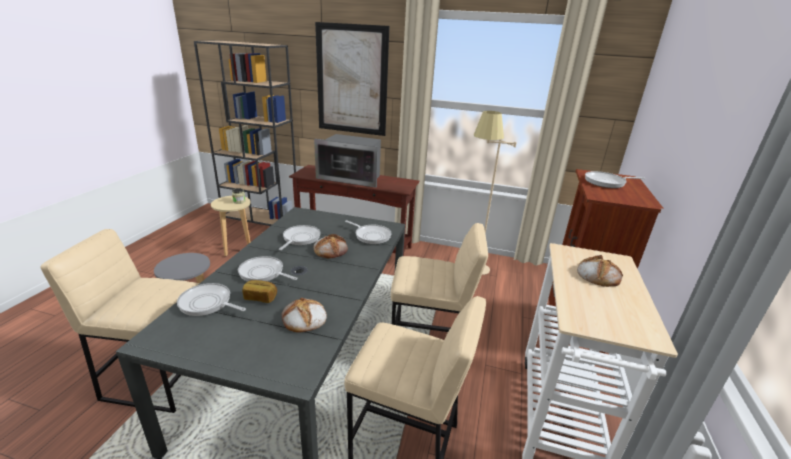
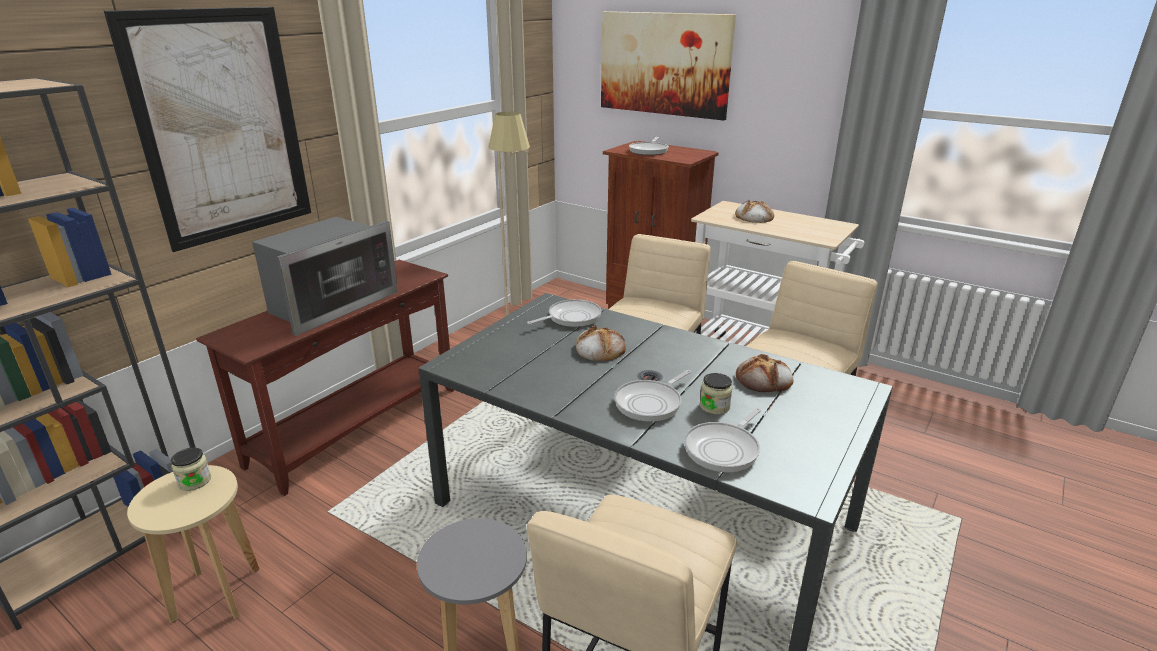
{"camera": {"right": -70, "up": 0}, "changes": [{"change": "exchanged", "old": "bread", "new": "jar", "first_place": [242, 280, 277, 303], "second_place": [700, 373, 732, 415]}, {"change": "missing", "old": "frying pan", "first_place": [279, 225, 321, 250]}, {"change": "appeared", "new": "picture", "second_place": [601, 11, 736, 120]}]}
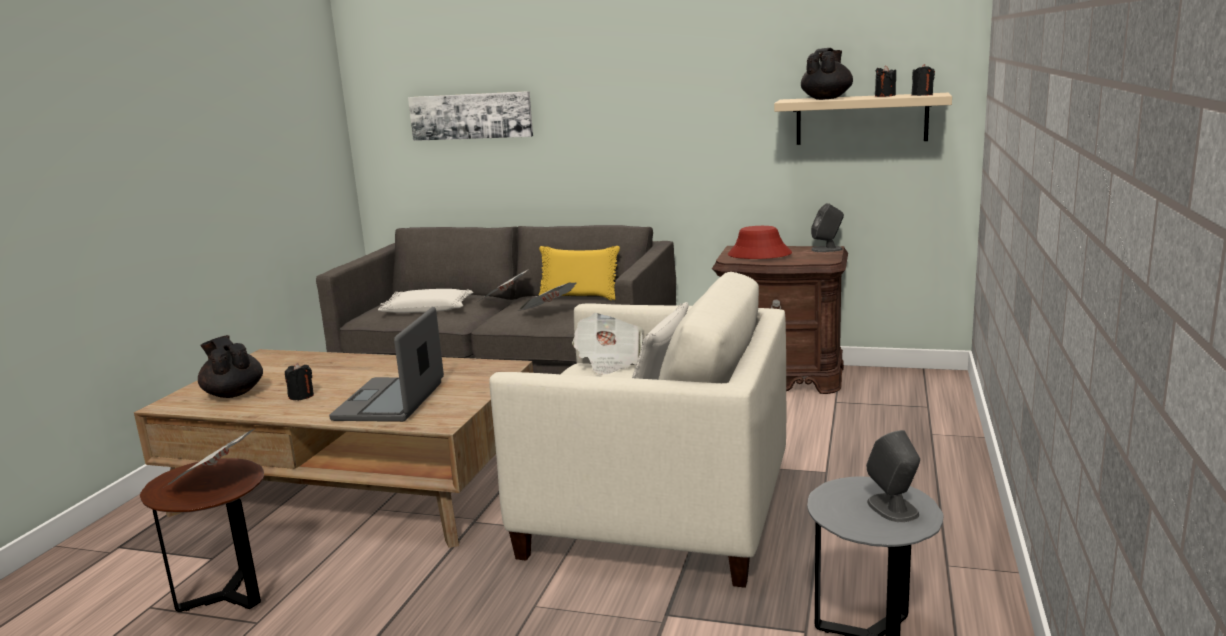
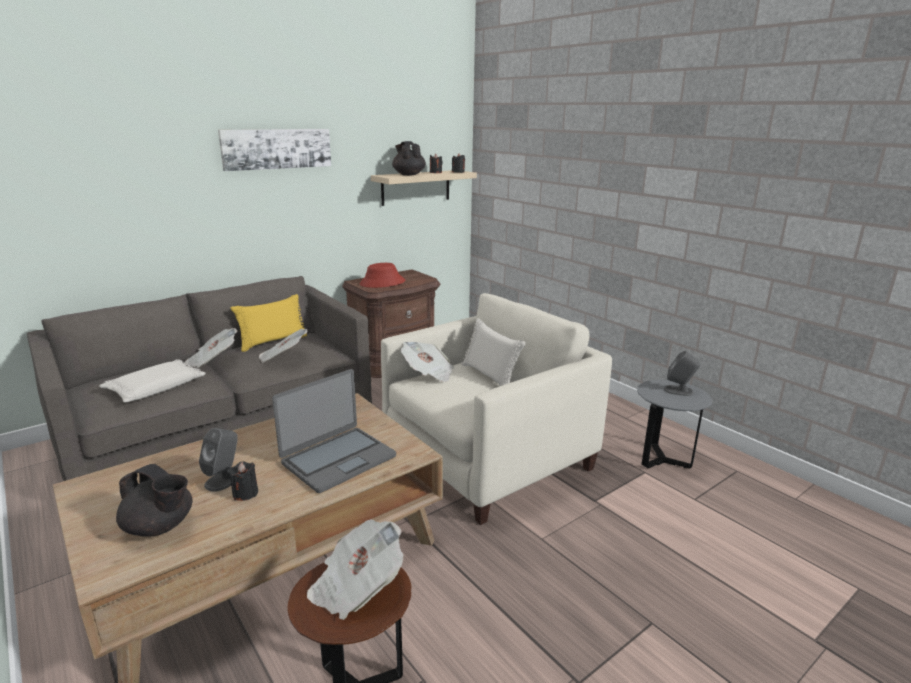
{"camera": {"right": -55, "up": 5}, "changes": [{"change": "spun", "old": "black teapot", "first_place": [198, 335, 263, 398], "second_place": [116, 464, 193, 537], "degrees": -150}, {"change": "spun", "old": "laptop", "first_place": [329, 307, 444, 422], "second_place": [272, 369, 396, 493], "degrees": -90}, {"change": "relocated", "old": "picture", "first_place": [408, 91, 533, 141], "second_place": [218, 129, 331, 171]}, {"change": "relocated", "old": "grey speaker", "first_place": [811, 203, 844, 252], "second_place": [199, 428, 238, 492]}]}
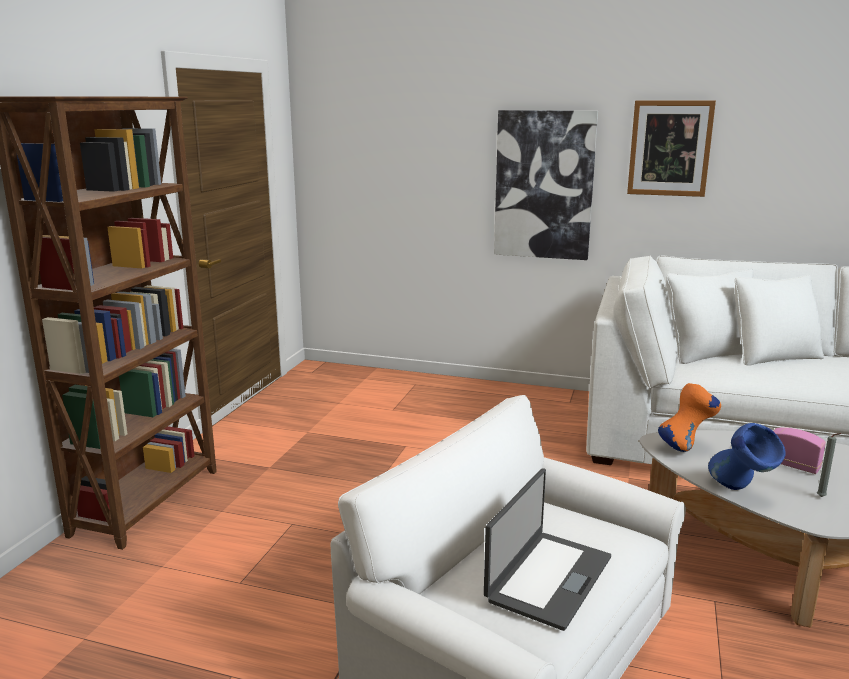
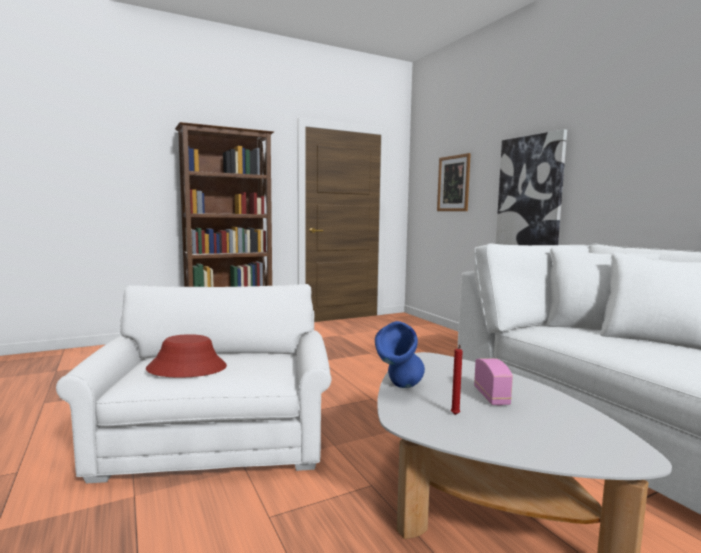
{"camera": {"right": 45, "up": -10}, "changes": [{"change": "exchanged", "old": "laptop", "new": "red hat", "first_place": [484, 468, 611, 631], "second_place": [146, 334, 227, 378]}, {"change": "relocated", "old": "picture", "first_place": [627, 100, 716, 197], "second_place": [437, 153, 471, 211]}, {"change": "missing", "old": "orange vase", "first_place": [658, 383, 721, 452]}, {"change": "colour", "old": "grey candle", "new": "red candle", "first_place": [817, 433, 842, 497], "second_place": [451, 345, 463, 415]}]}
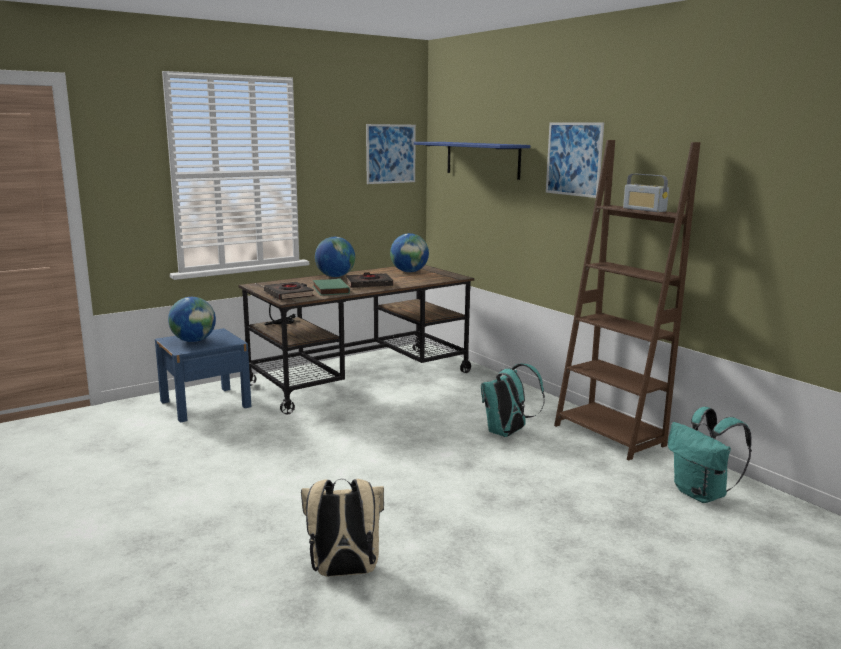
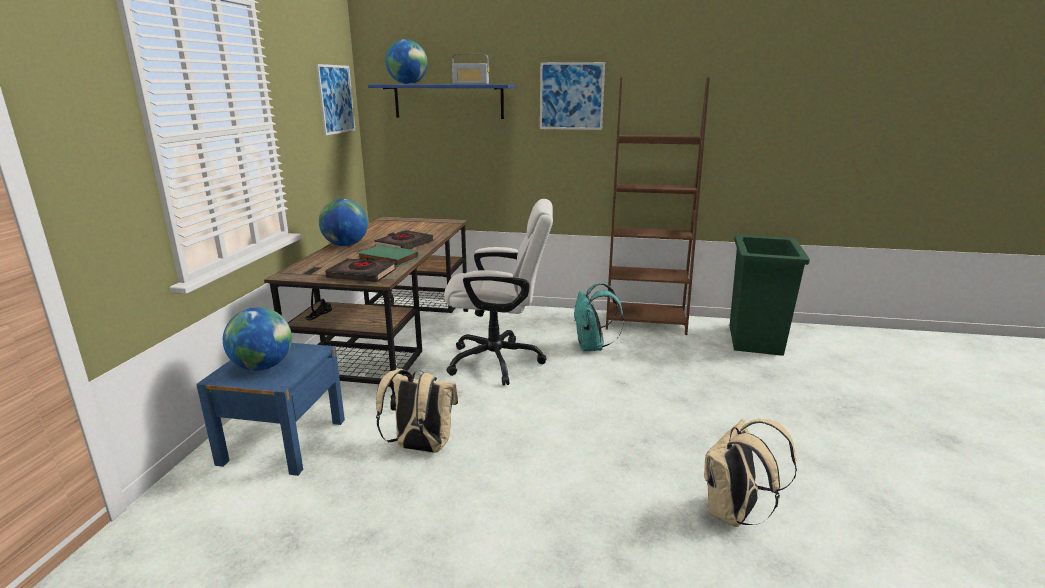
{"camera": {"right": -45, "up": 5}, "changes": [{"change": "relocated", "old": "globe", "first_place": [390, 233, 429, 273], "second_place": [385, 39, 428, 84]}, {"change": "relocated", "old": "radio", "first_place": [623, 174, 669, 212], "second_place": [452, 54, 489, 84]}, {"change": "exchanged", "old": "turquoise backpack", "new": "green trash can", "first_place": [668, 407, 752, 503], "second_place": [730, 235, 810, 356]}, {"change": "appeared", "new": "beige backpack", "second_place": [376, 369, 458, 453]}, {"change": "appeared", "new": "white office chair", "second_place": [444, 199, 553, 386]}]}
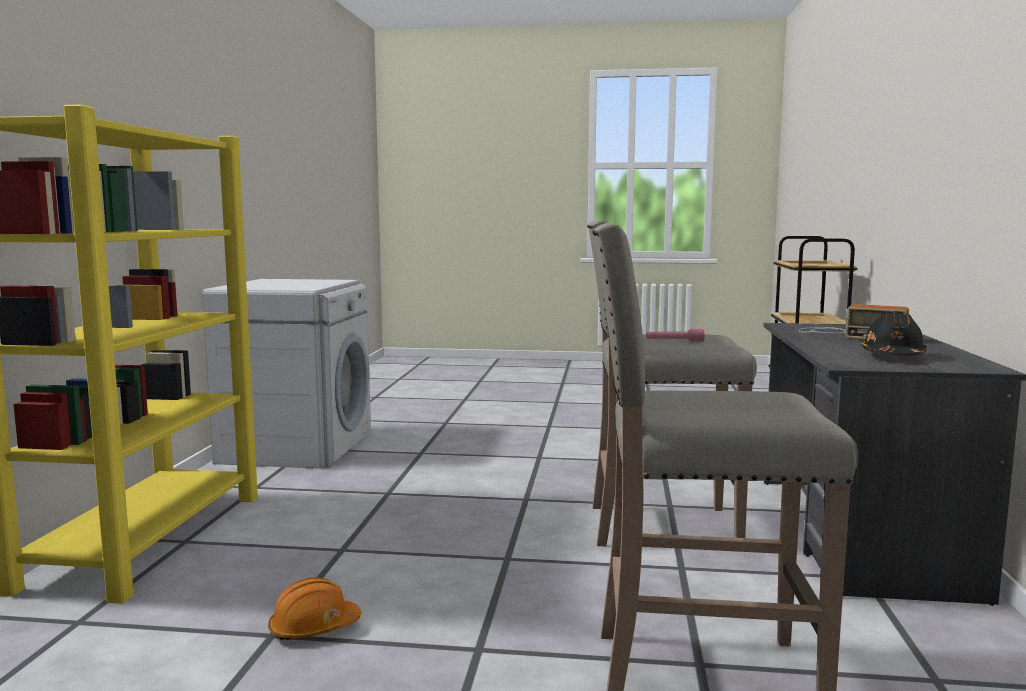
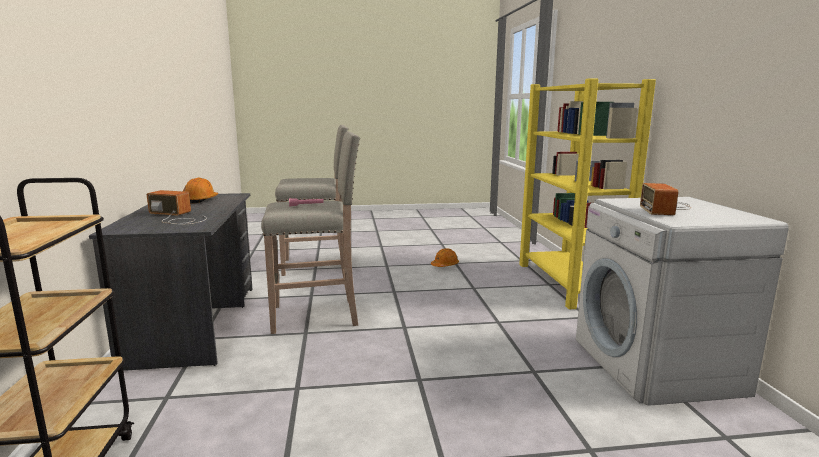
{"camera": {"right": 165, "up": 5}, "changes": [{"change": "colour", "old": "black hard hat", "new": "orange hard hat", "first_place": [861, 311, 927, 355], "second_place": [183, 178, 218, 204]}, {"change": "appeared", "new": "radio", "second_place": [640, 183, 691, 216]}]}
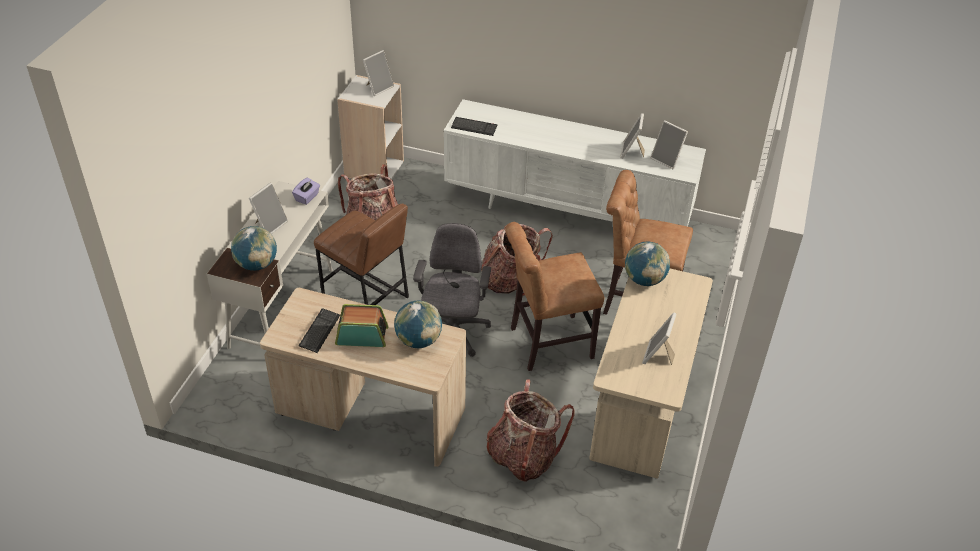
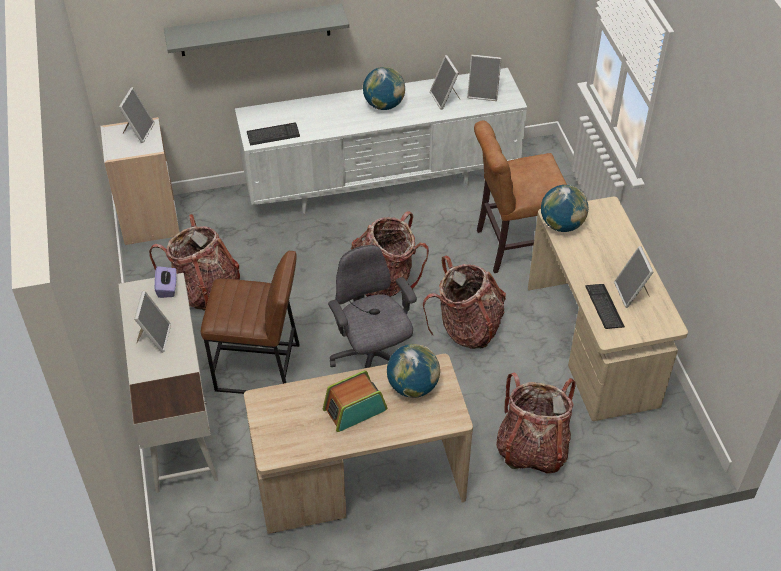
{"camera": {"right": -30, "up": 5}, "changes": [{"change": "relocated", "old": "globe", "first_place": [231, 226, 277, 271], "second_place": [363, 67, 405, 110]}, {"change": "relocated", "old": "keyboard", "first_place": [299, 308, 340, 353], "second_place": [585, 284, 625, 329]}, {"change": "exchanged", "old": "brown chair", "new": "backpack", "first_place": [505, 222, 604, 371], "second_place": [423, 256, 506, 349]}, {"change": "appeared", "new": "grey shelf", "second_place": [164, 3, 349, 56]}]}
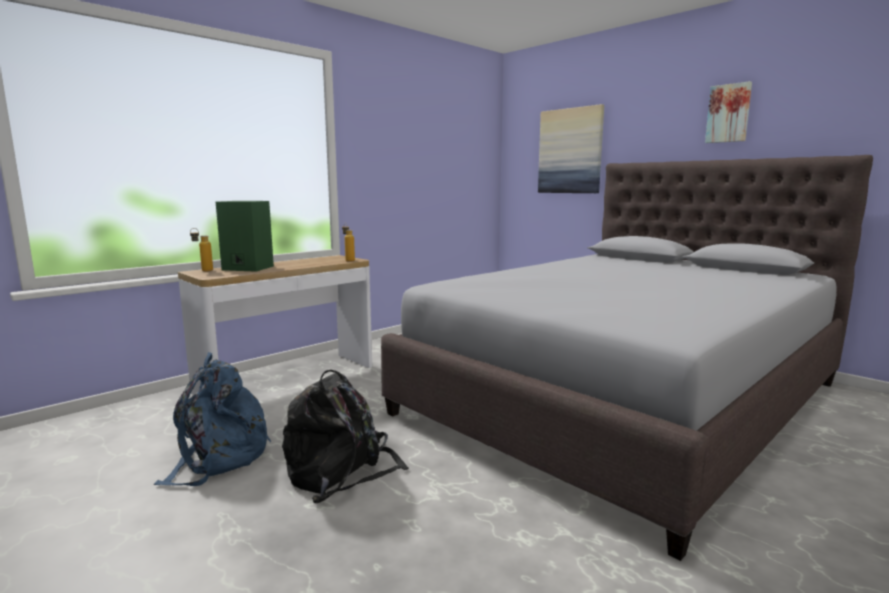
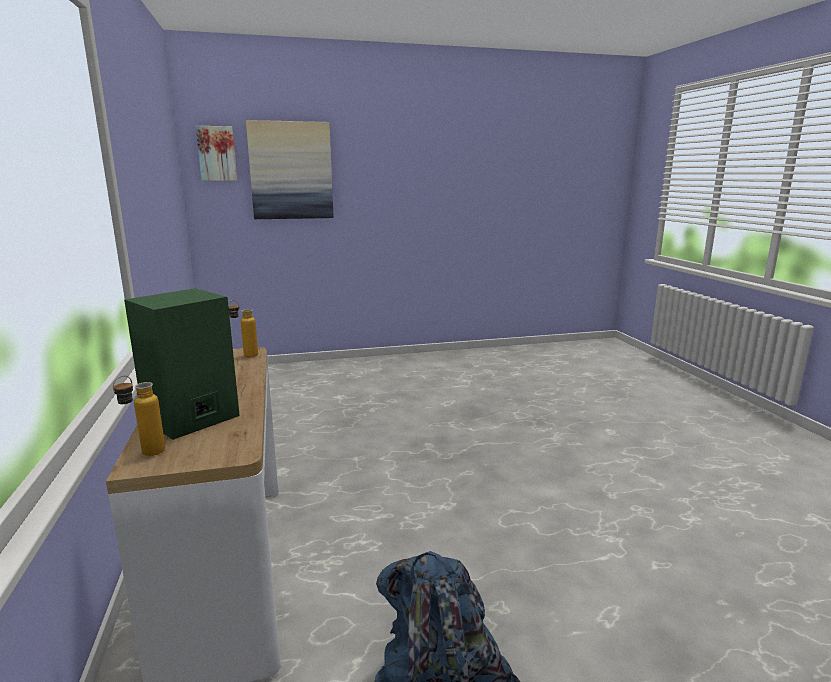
{"camera": {"right": -60, "up": 5}, "changes": [{"change": "missing", "old": "black backpack", "first_place": [282, 370, 409, 503]}, {"change": "missing", "old": "grey bed", "first_place": [381, 155, 873, 561]}, {"change": "relocated", "old": "picture", "first_place": [705, 81, 752, 143], "second_place": [196, 126, 237, 181]}]}
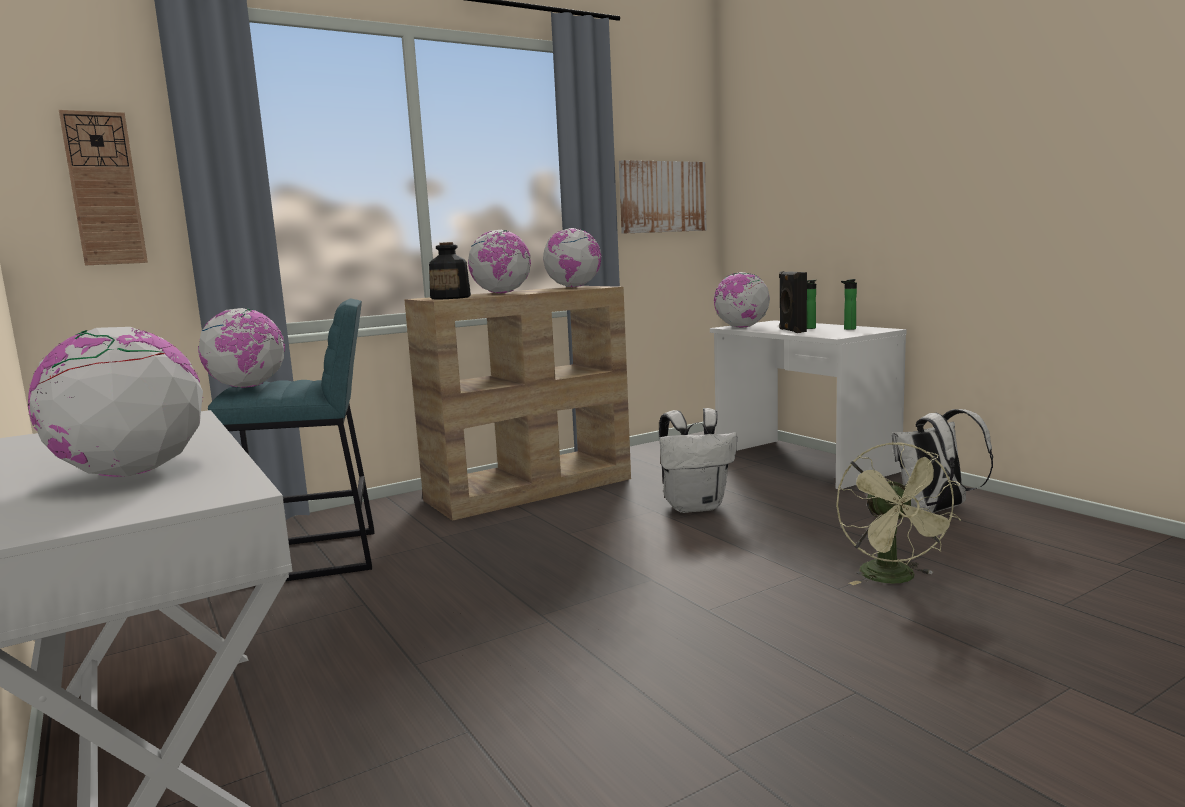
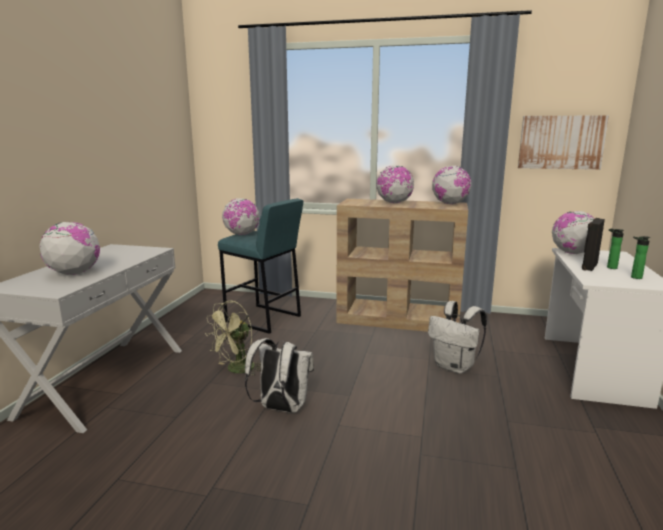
{"camera": {"right": 45, "up": 5}, "changes": [{"change": "missing", "old": "wall clock", "first_place": [59, 110, 148, 265]}, {"change": "missing", "old": "bottle", "first_place": [429, 242, 471, 300]}, {"change": "relocated", "old": "green fan", "first_place": [836, 442, 962, 585], "second_place": [205, 300, 261, 375]}, {"change": "relocated", "old": "white backpack", "first_place": [892, 409, 993, 513], "second_place": [245, 338, 314, 413]}]}
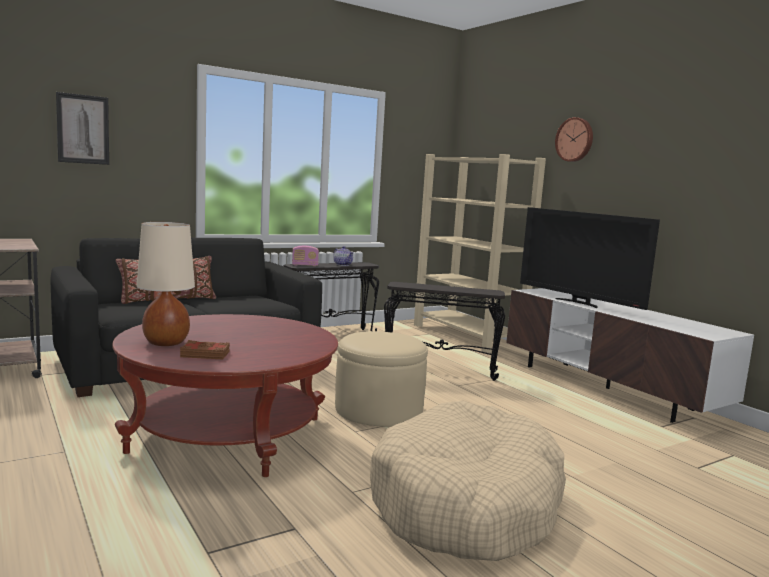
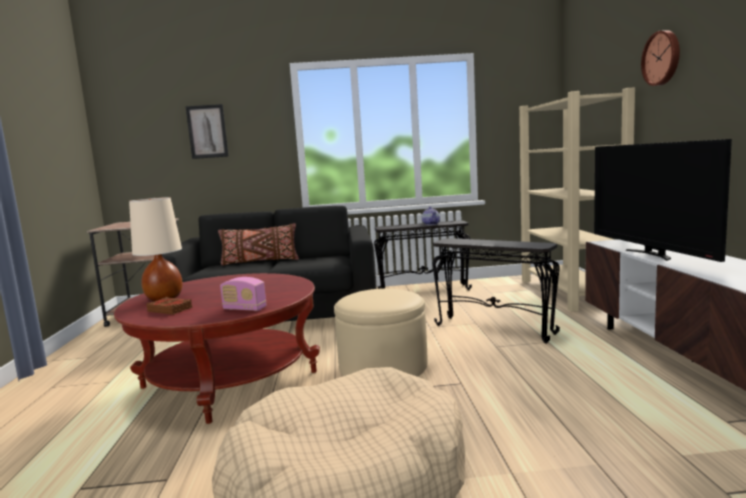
{"camera": {"right": 30, "up": 0}, "changes": [{"change": "relocated", "old": "radio", "first_place": [292, 246, 319, 266], "second_place": [220, 277, 266, 311]}]}
